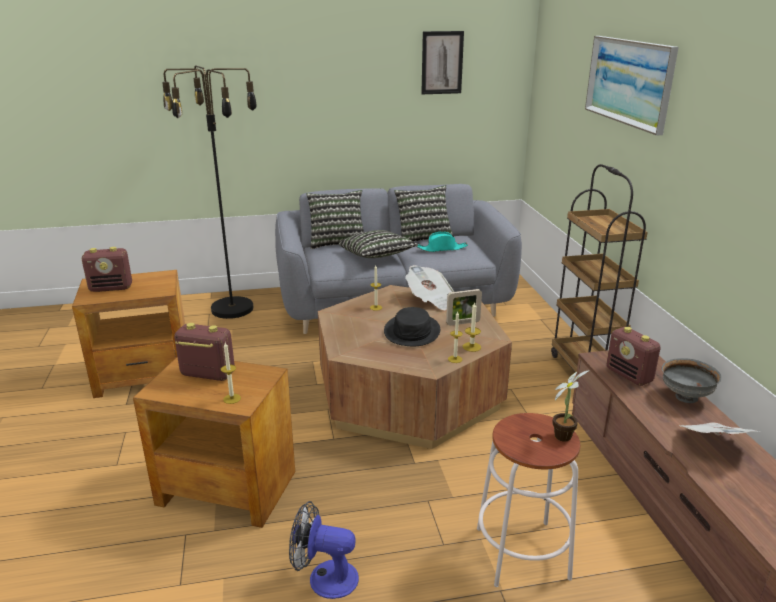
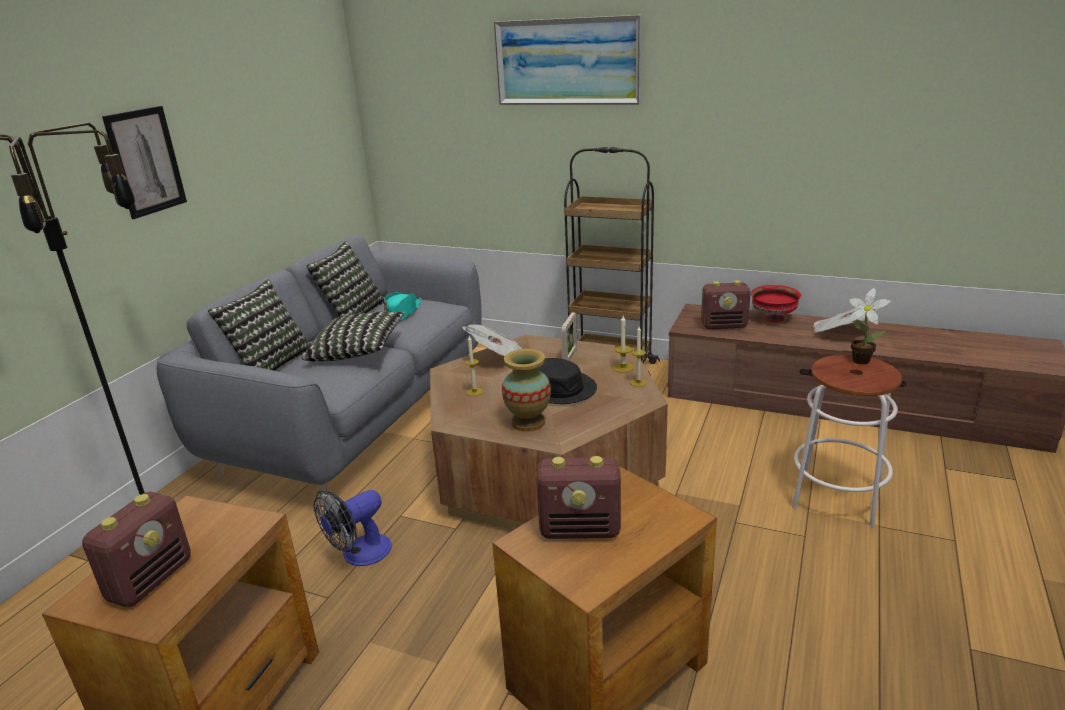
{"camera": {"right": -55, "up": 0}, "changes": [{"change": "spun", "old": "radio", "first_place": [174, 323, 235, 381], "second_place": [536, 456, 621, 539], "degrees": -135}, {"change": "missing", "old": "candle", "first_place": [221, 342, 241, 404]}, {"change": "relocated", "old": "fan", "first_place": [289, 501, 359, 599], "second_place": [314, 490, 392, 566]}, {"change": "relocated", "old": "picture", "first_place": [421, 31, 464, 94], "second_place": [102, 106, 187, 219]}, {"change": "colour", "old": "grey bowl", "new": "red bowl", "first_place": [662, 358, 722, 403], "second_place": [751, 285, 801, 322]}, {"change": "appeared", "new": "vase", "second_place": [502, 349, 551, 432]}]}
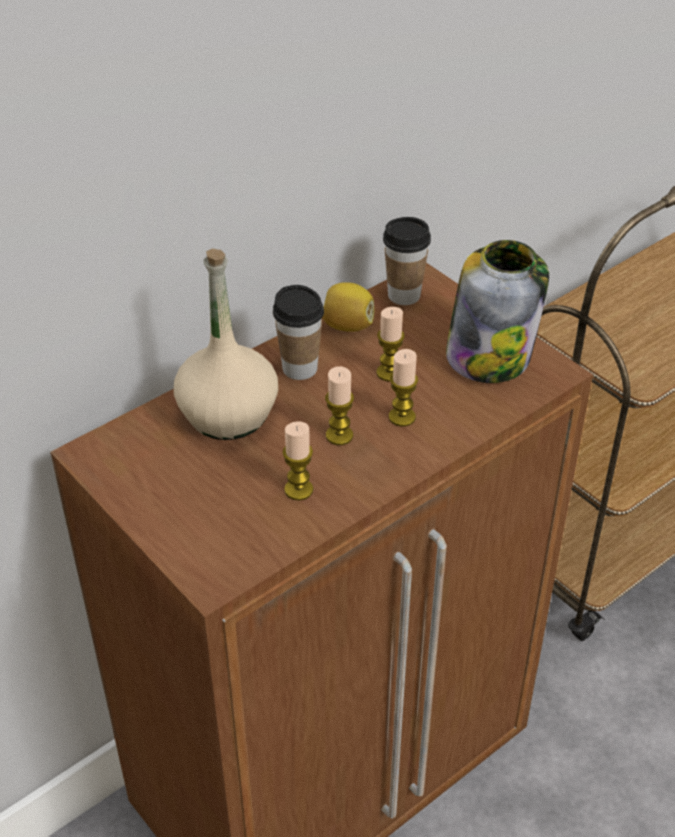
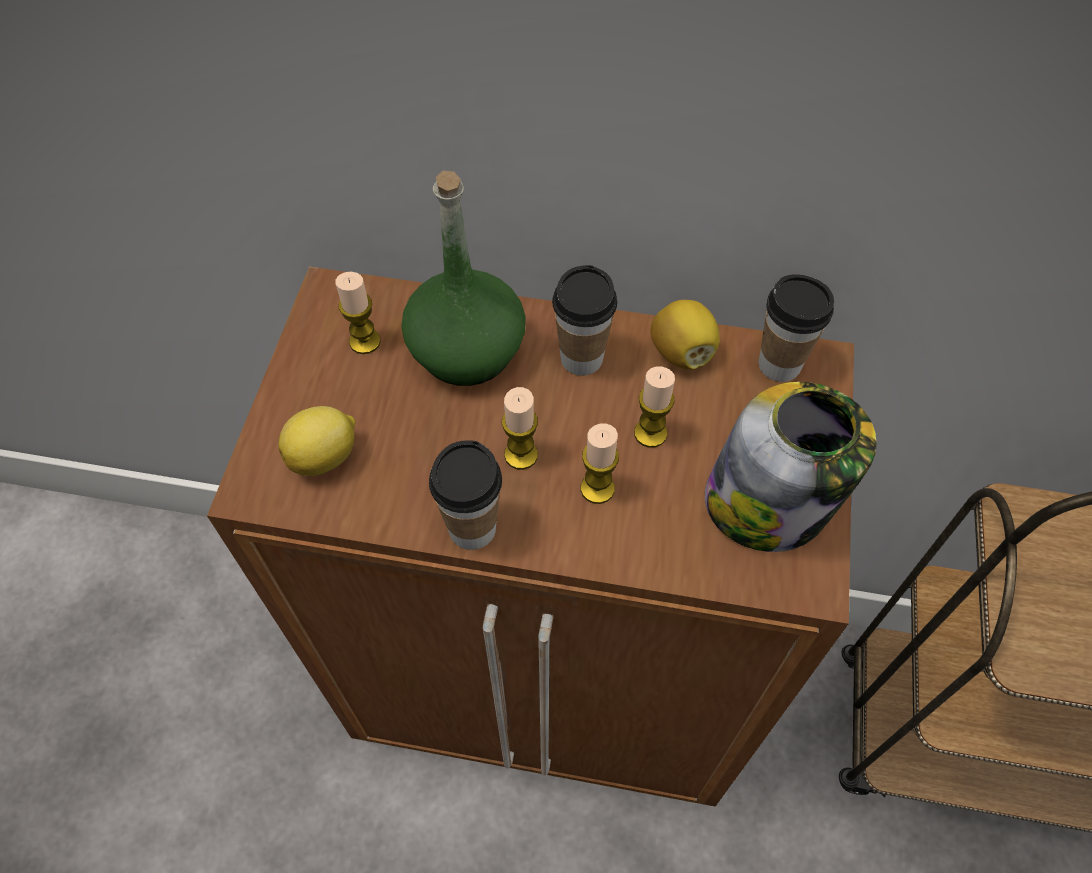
{"camera": {"right": 50, "up": 15}, "changes": [{"change": "colour", "old": "beige bottle", "new": "green bottle", "first_place": [174, 249, 278, 440], "second_place": [401, 171, 526, 386]}, {"change": "relocated", "old": "candle", "first_place": [283, 421, 313, 500], "second_place": [335, 272, 381, 354]}, {"change": "appeared", "new": "lemon", "second_place": [278, 406, 356, 476]}, {"change": "appeared", "new": "cup", "second_place": [429, 441, 502, 550]}]}
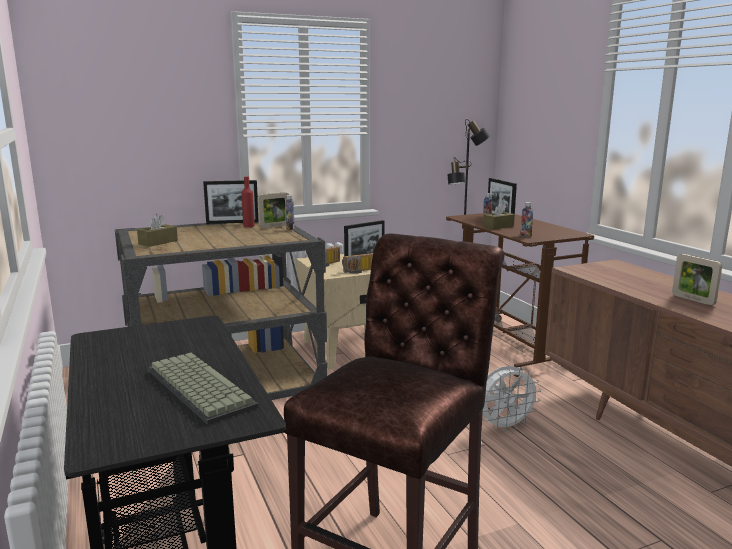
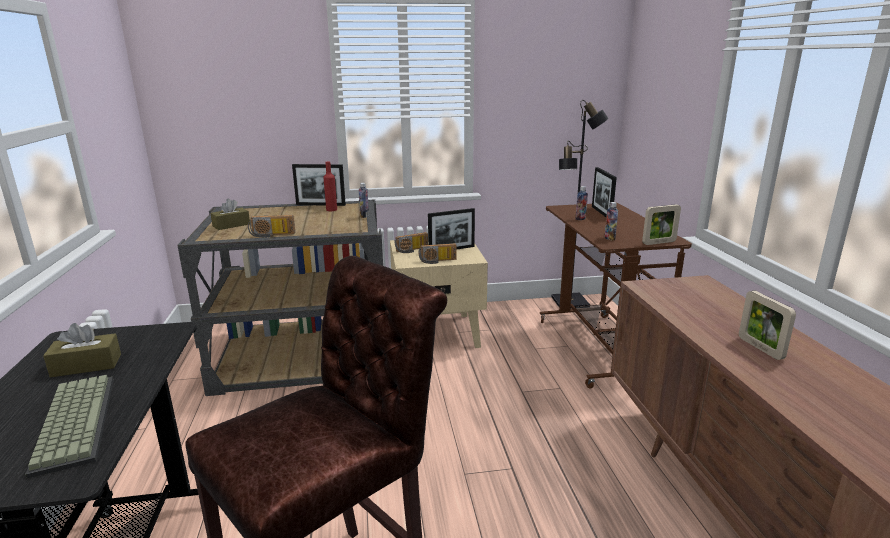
{"camera": {"right": 15, "up": 5}, "changes": [{"change": "relocated", "old": "picture frame", "first_place": [257, 192, 289, 228], "second_place": [642, 204, 681, 245]}, {"change": "missing", "old": "white fan", "first_place": [482, 366, 541, 433]}, {"change": "relocated", "old": "brown tissue box", "first_place": [483, 202, 515, 229], "second_place": [43, 323, 121, 377]}, {"change": "appeared", "new": "radio", "second_place": [248, 215, 295, 238]}]}
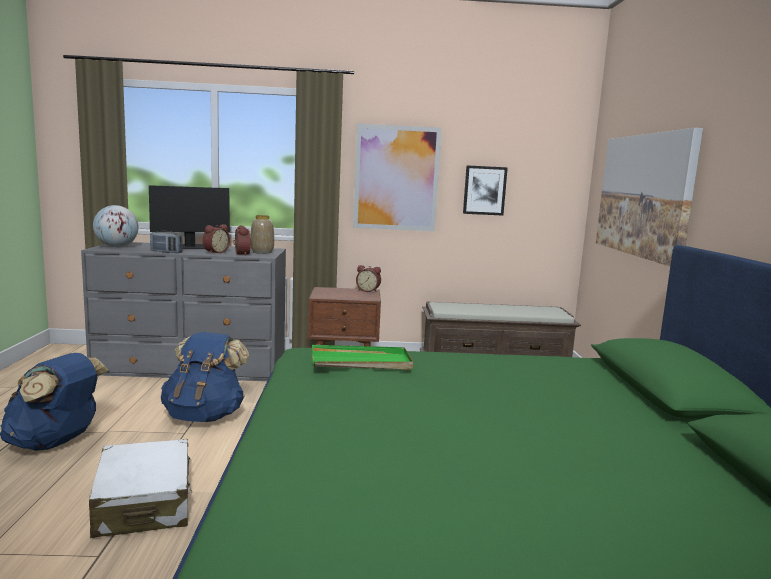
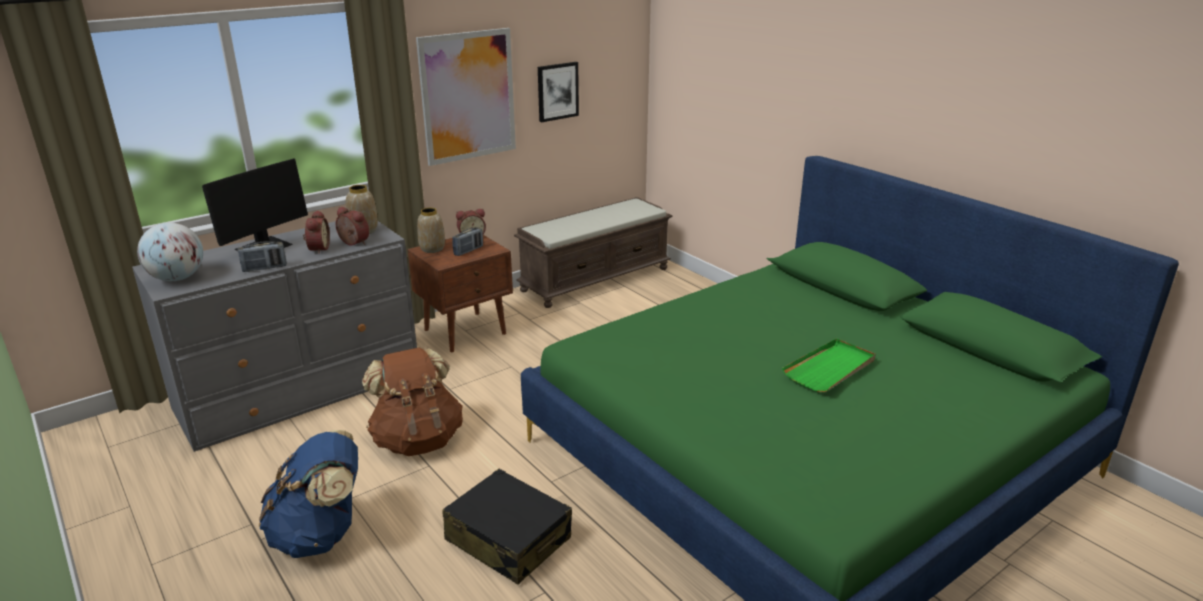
{"camera": {"right": -35, "up": 15}, "changes": [{"change": "colour", "old": "white suitcase", "new": "black suitcase", "first_place": [89, 439, 192, 538], "second_place": [442, 469, 572, 585]}, {"change": "colour", "old": "blue backpack", "new": "brown backpack", "first_place": [161, 332, 249, 422], "second_place": [362, 348, 463, 456]}, {"change": "relocated", "old": "green tray", "first_place": [312, 345, 413, 370], "second_place": [782, 338, 876, 392]}, {"change": "missing", "old": "picture", "first_place": [596, 128, 703, 266]}, {"change": "appeared", "new": "vase", "second_place": [417, 208, 445, 253]}, {"change": "appeared", "new": "radio", "second_place": [452, 227, 483, 256]}]}
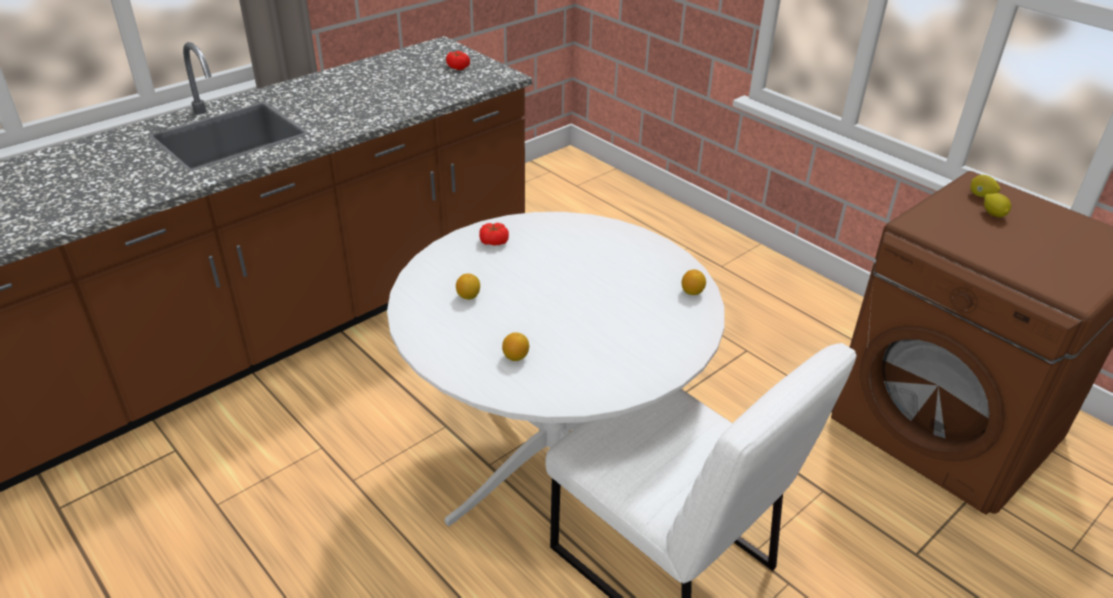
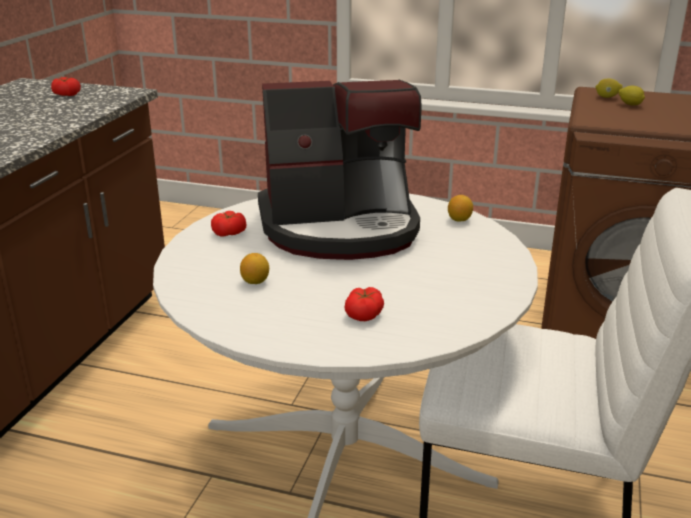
{"camera": {"right": -30, "up": -10}, "changes": [{"change": "exchanged", "old": "lemon", "new": "tomato", "first_place": [502, 332, 529, 361], "second_place": [344, 287, 384, 321]}, {"change": "appeared", "new": "coffee machine", "second_place": [258, 80, 422, 260]}]}
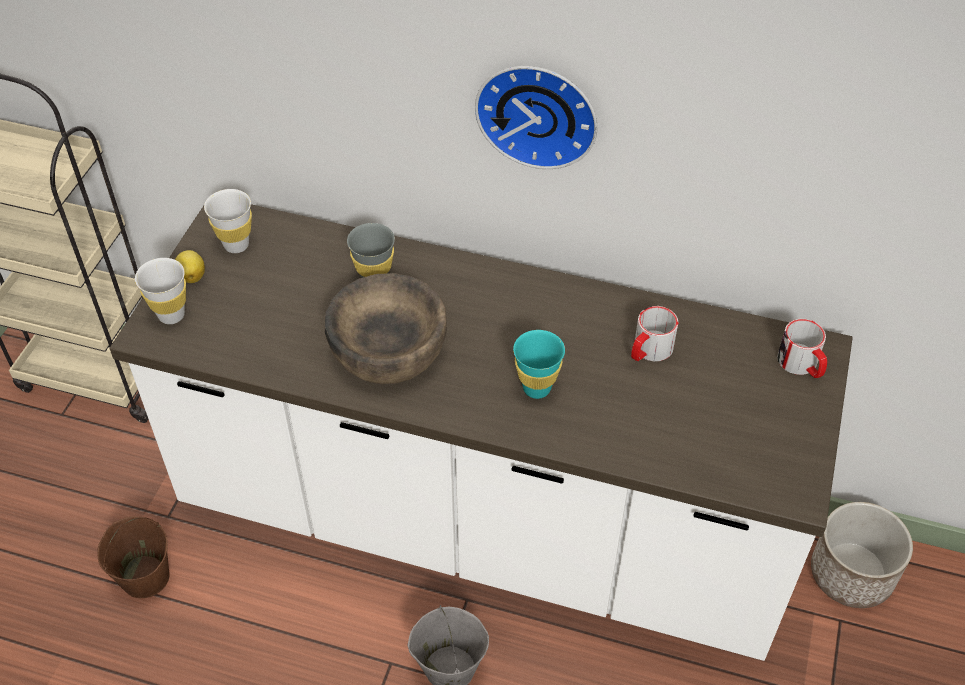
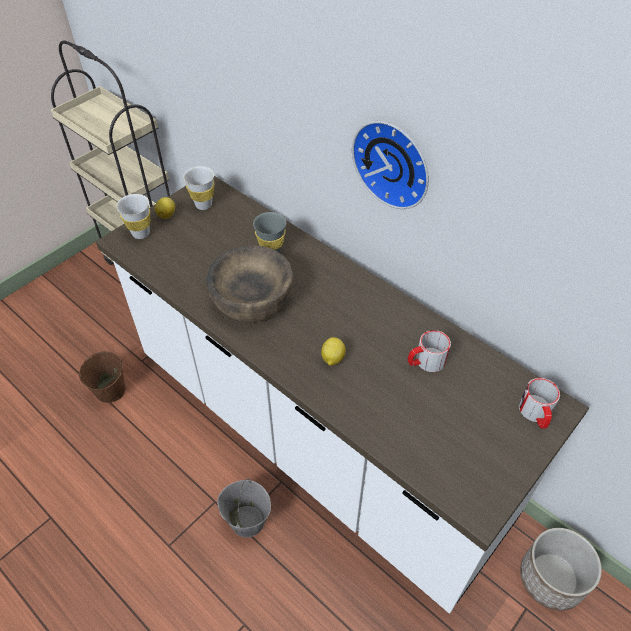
{"camera": {"right": 25, "up": 0}, "changes": [{"change": "exchanged", "old": "turquoise cup", "new": "lemon", "first_place": [513, 330, 565, 399], "second_place": [321, 337, 346, 366]}]}
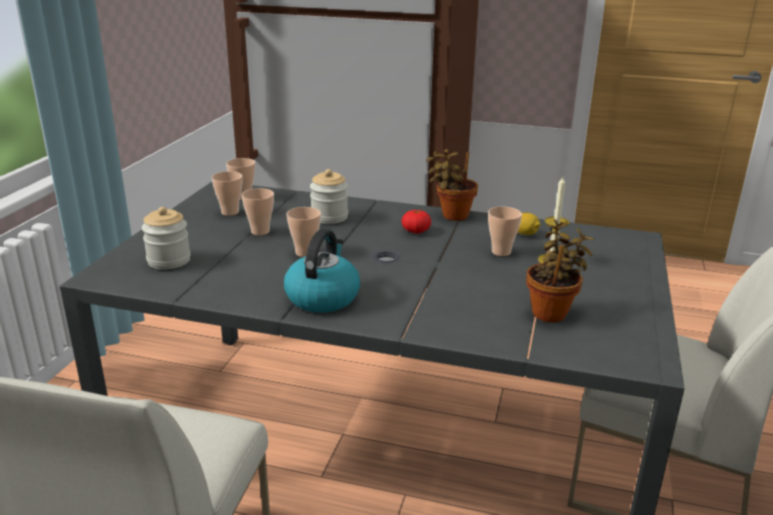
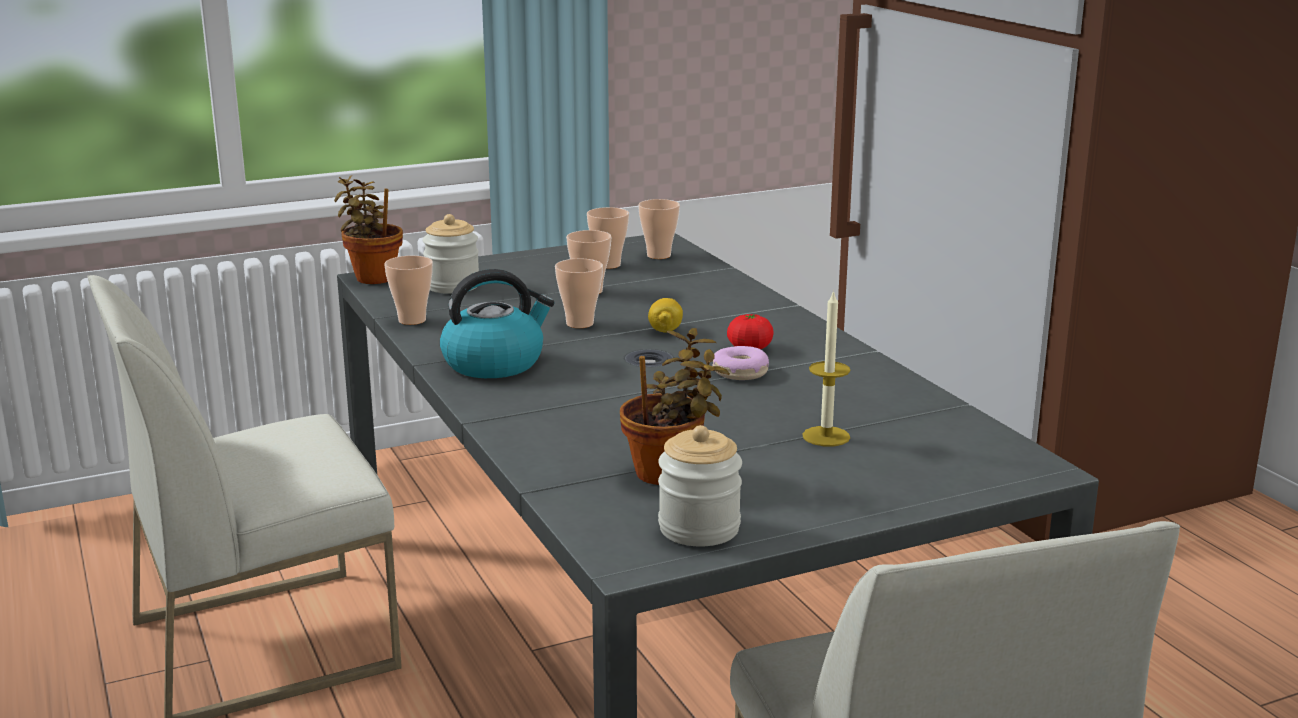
{"camera": {"right": 50, "up": -5}, "changes": [{"change": "relocated", "old": "jar", "first_place": [310, 169, 348, 224], "second_place": [658, 425, 742, 546]}, {"change": "relocated", "old": "potted plant", "first_place": [426, 149, 478, 221], "second_place": [334, 176, 403, 284]}, {"change": "relocated", "old": "cup", "first_place": [488, 206, 522, 256], "second_place": [384, 256, 433, 325]}, {"change": "relocated", "old": "lemon", "first_place": [518, 213, 541, 235], "second_place": [648, 298, 683, 332]}, {"change": "appeared", "new": "donut", "second_place": [713, 346, 769, 380]}]}
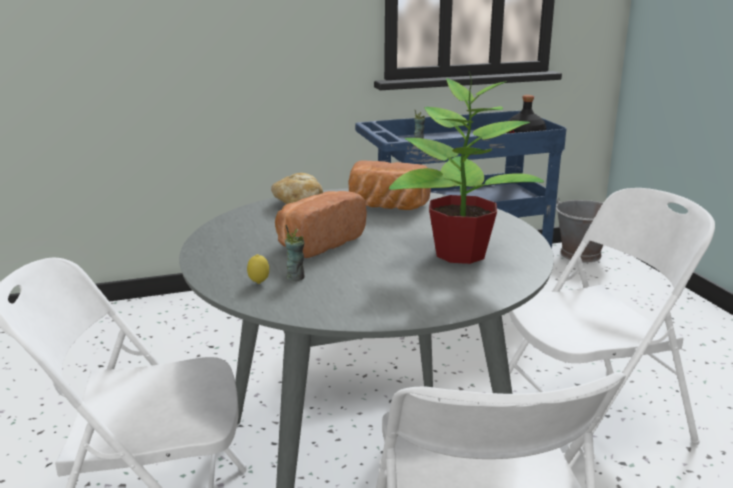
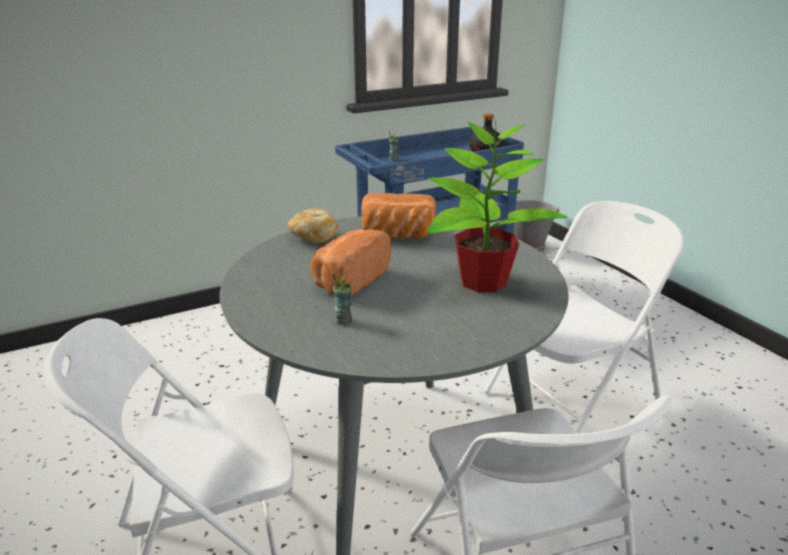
{"camera": {"right": -10, "up": 5}, "changes": [{"change": "missing", "old": "lemon", "first_place": [247, 254, 269, 284]}]}
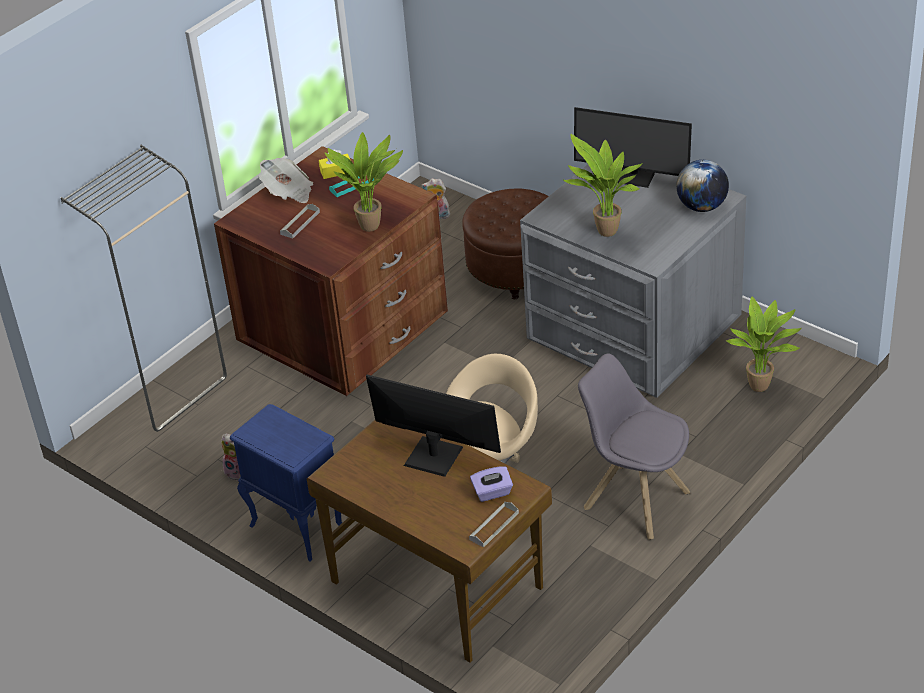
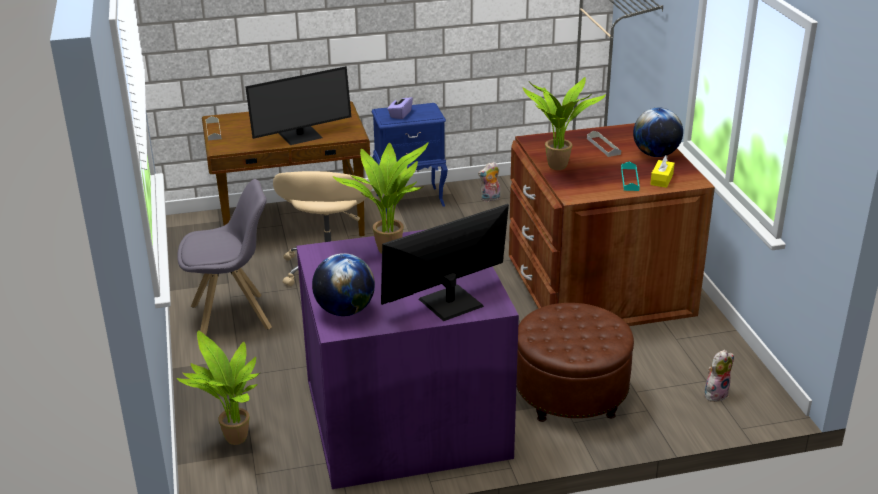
{"camera": {"right": 125, "up": -10}, "changes": [{"change": "exchanged", "old": "newspaper", "new": "globe", "first_place": [259, 158, 313, 203], "second_place": [633, 108, 683, 157]}, {"change": "relocated", "old": "purple tissue box", "first_place": [470, 466, 513, 502], "second_place": [388, 93, 413, 119]}, {"change": "colour", "old": "grey dresser", "new": "purple dresser", "first_place": [520, 164, 746, 398], "second_place": [296, 230, 519, 489]}]}
